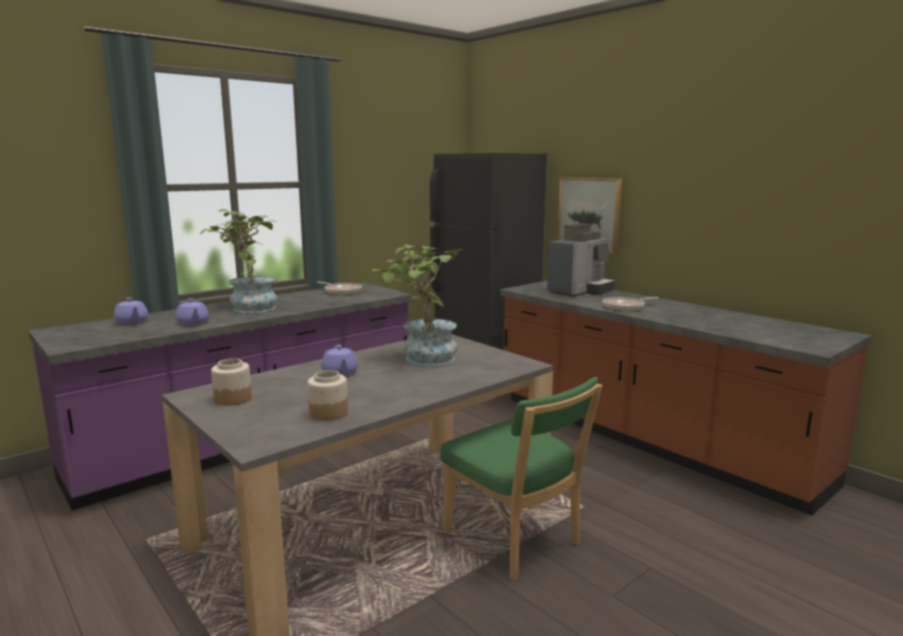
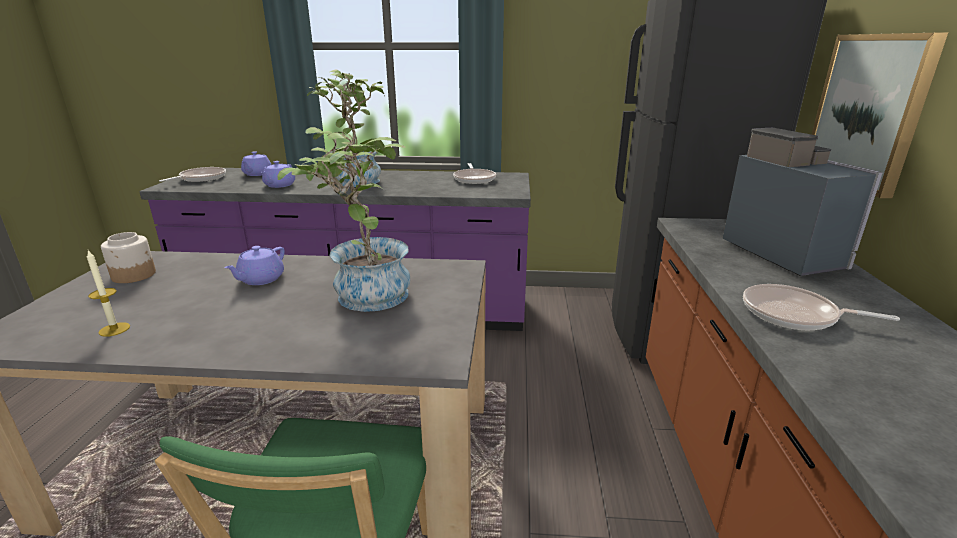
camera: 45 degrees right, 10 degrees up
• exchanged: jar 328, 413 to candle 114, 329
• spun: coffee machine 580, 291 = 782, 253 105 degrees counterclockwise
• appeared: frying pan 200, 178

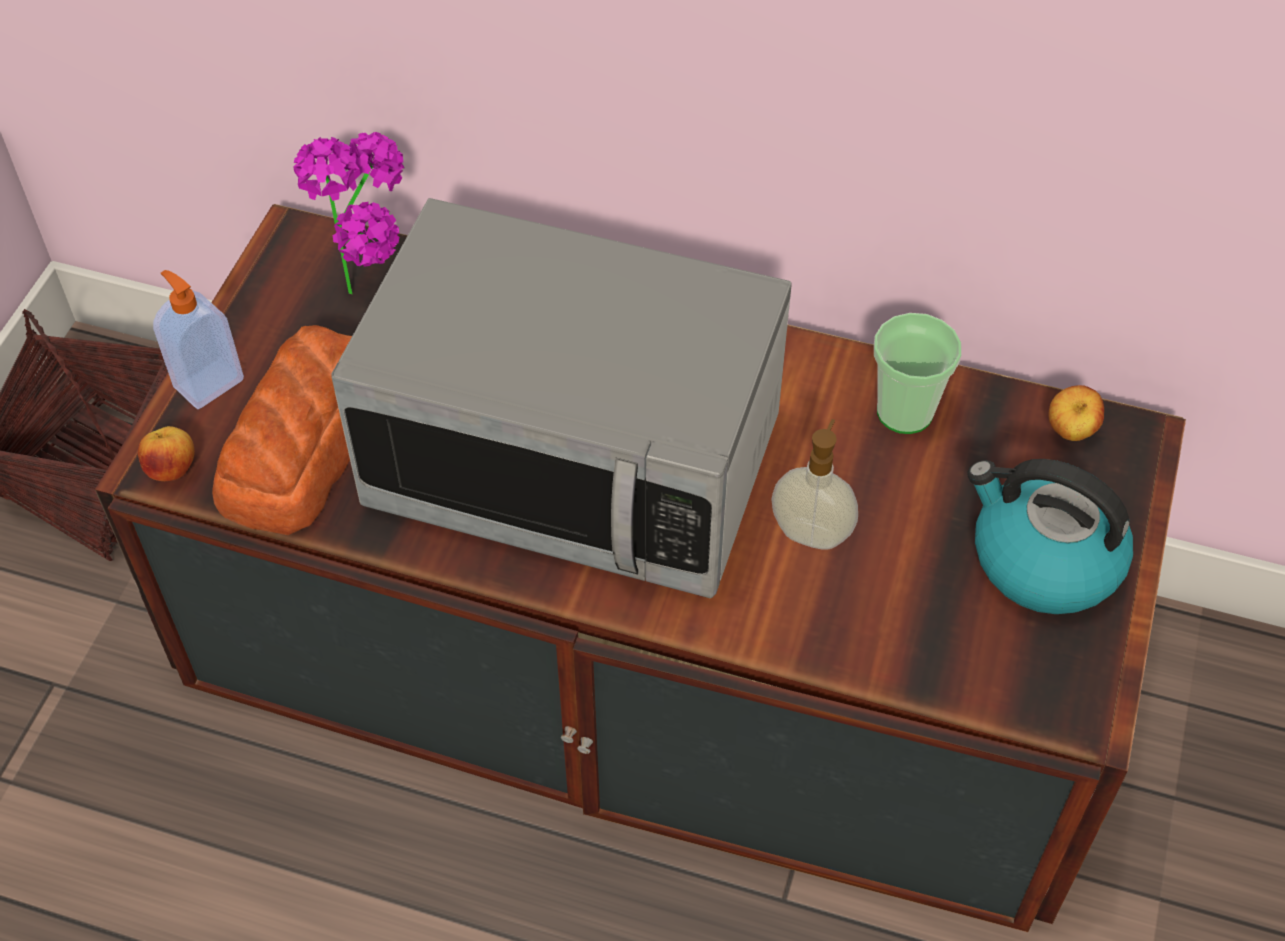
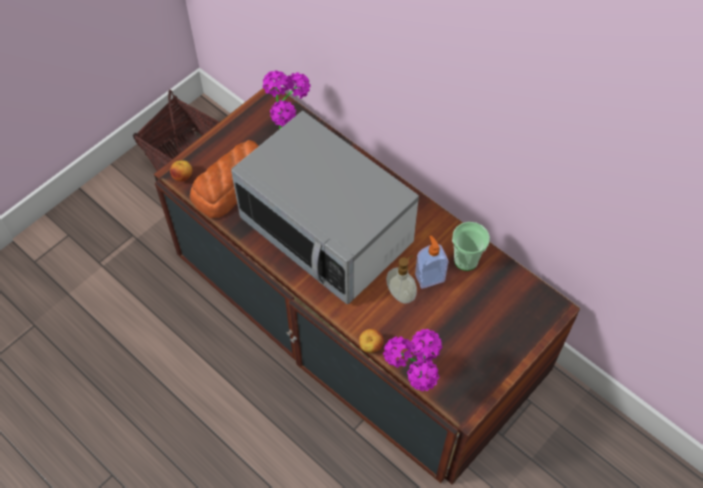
camera: 25 degrees right, 5 degrees up
• relocated: soap dispenser 207, 382 to 429, 277
• missing: kettle 1042, 560
• relocated: apple 1070, 432 to 370, 346
• appeared: potted plant 412, 388

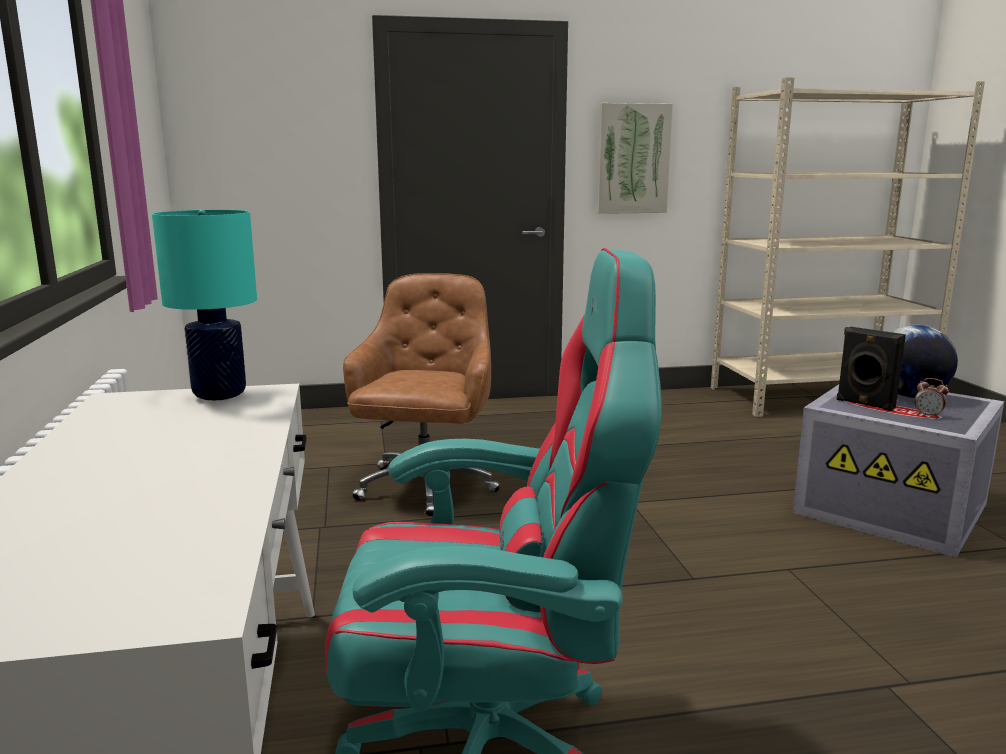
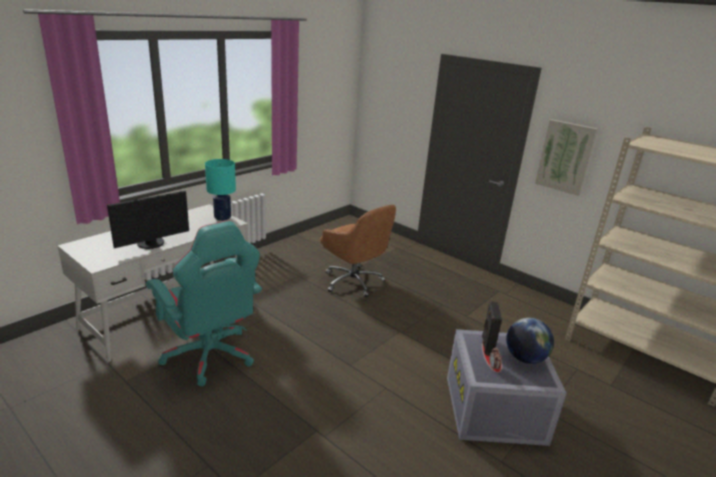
camera: 50 degrees right, 10 degrees up
• spun: office chair (brown) 427, 487 = 352, 282 75 degrees clockwise
• appeared: monitor 152, 244

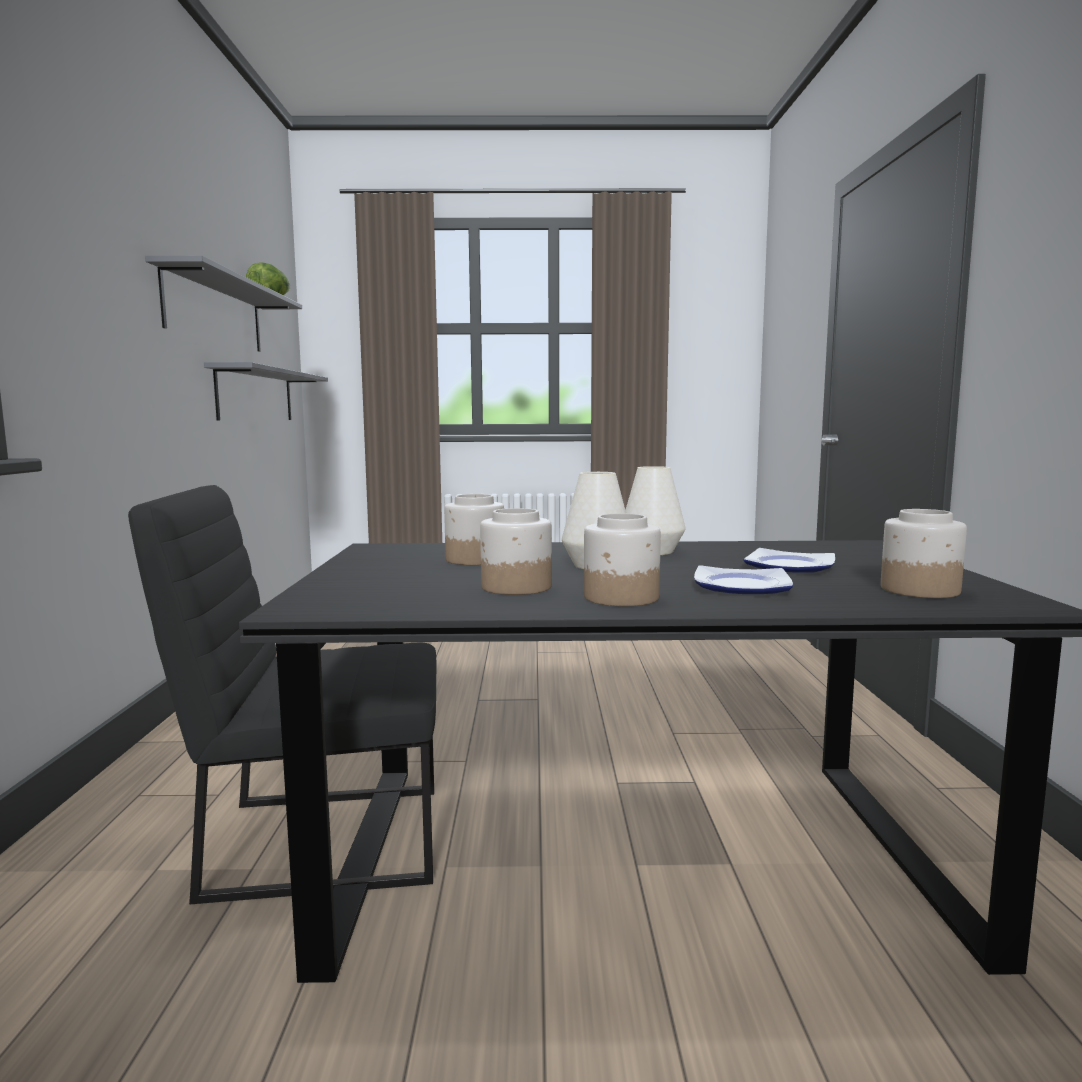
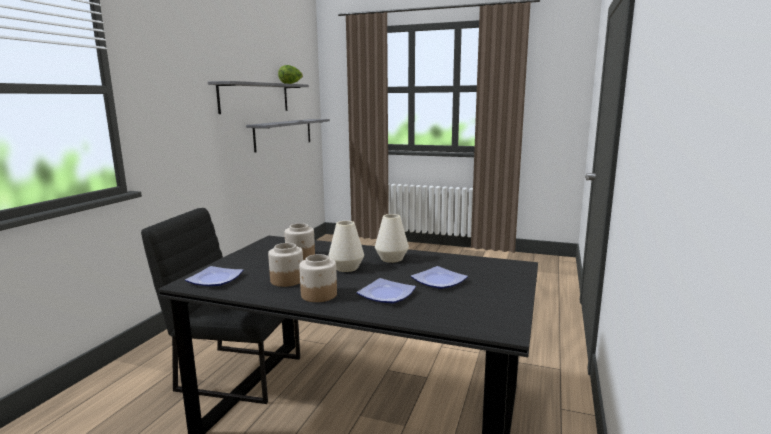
camera: 20 degrees right, 5 degrees up
• missing: jar 918, 590
• appeared: plate 214, 280

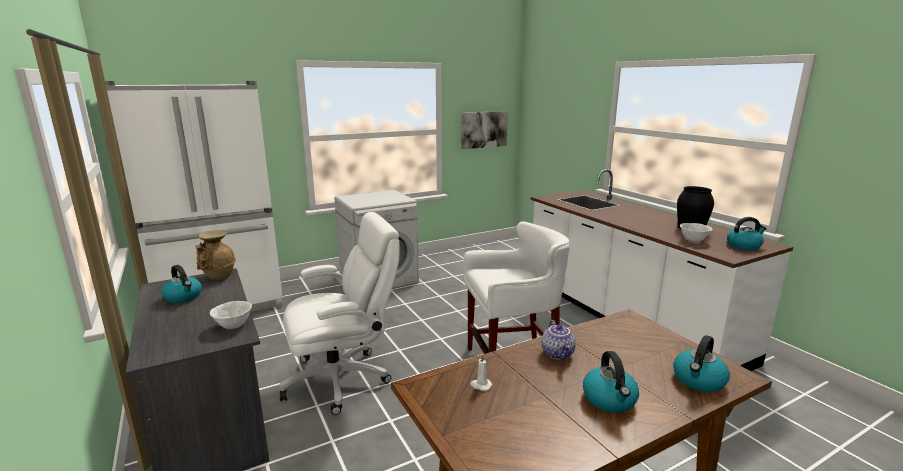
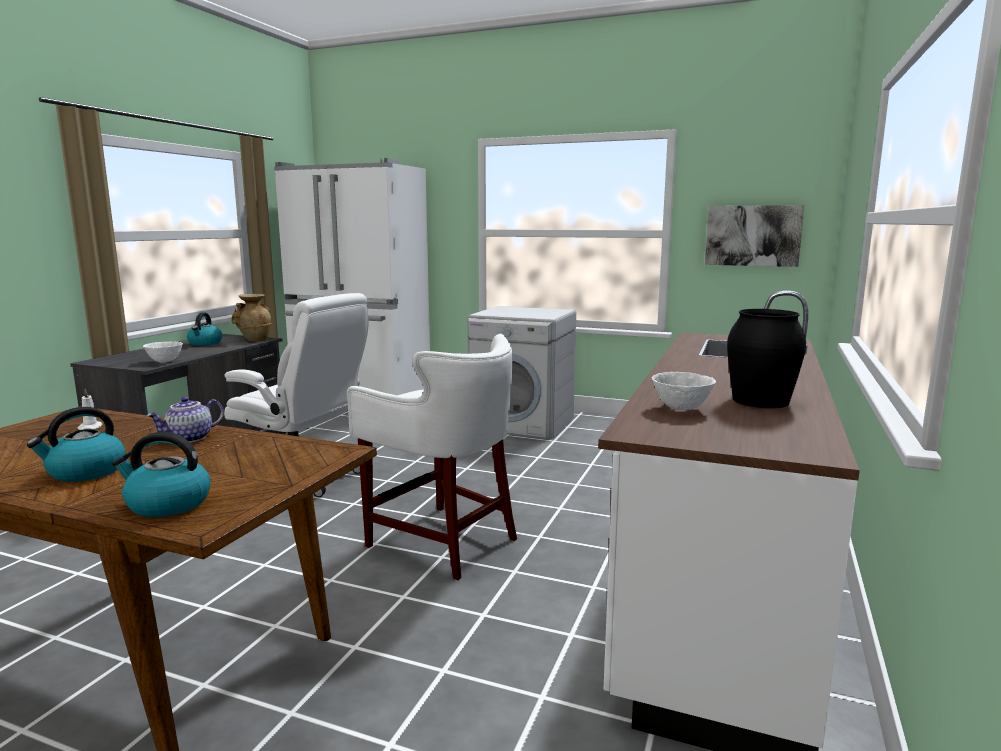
camera: 50 degrees right, 5 degrees down
• missing: kettle 744, 246

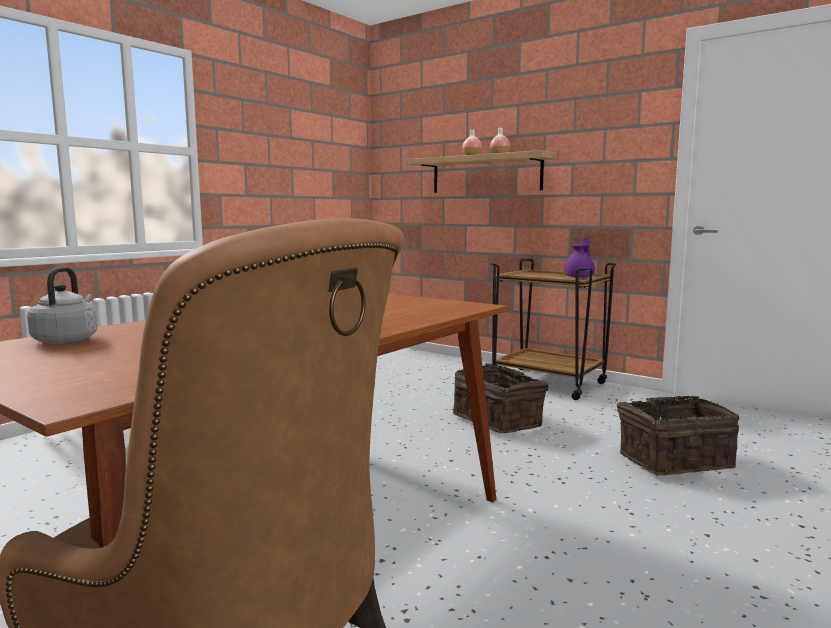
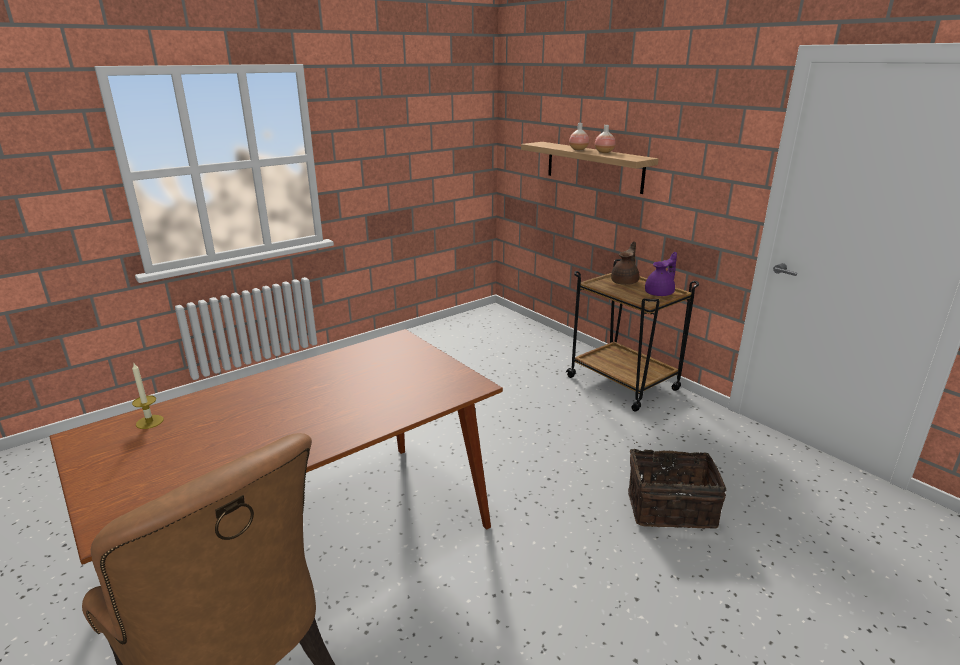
camera: 15 degrees right, 15 degrees up
• exchanged: kettle (grey) 67, 340 to candle 149, 422
• missing: basket 499, 420
• appeared: teapot (brown) 625, 282

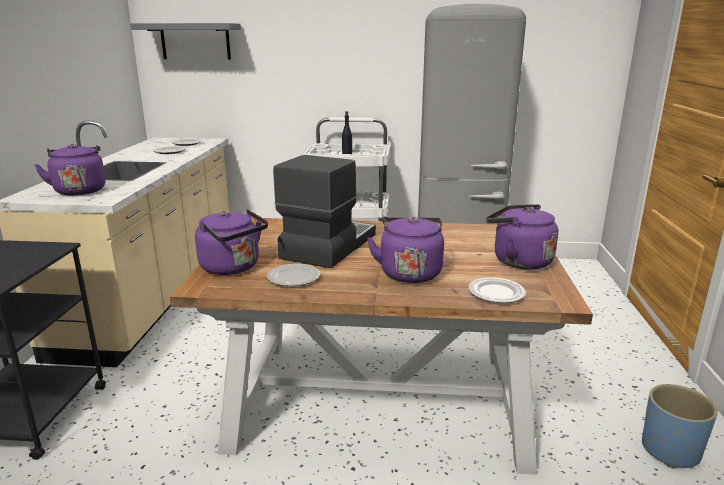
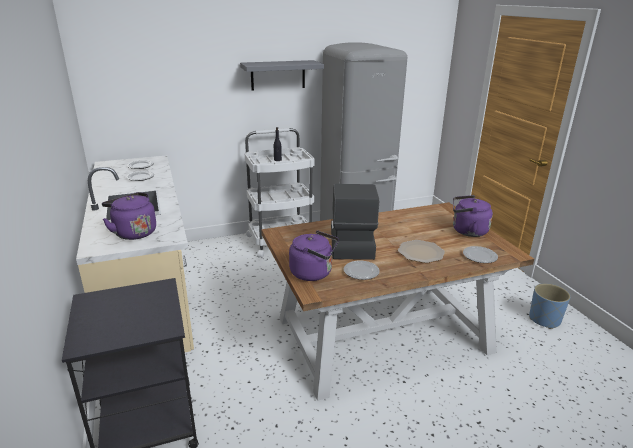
camera: 25 degrees left, 5 degrees up
• relocated: shelf (grey) 195, 41 to 278, 75
• exchanged: kettle (purple) 409, 272 to plate 421, 252

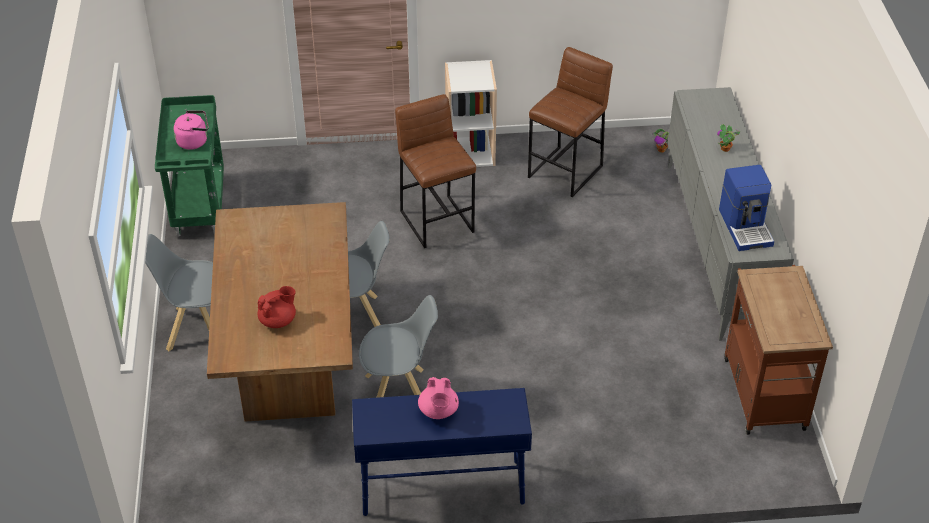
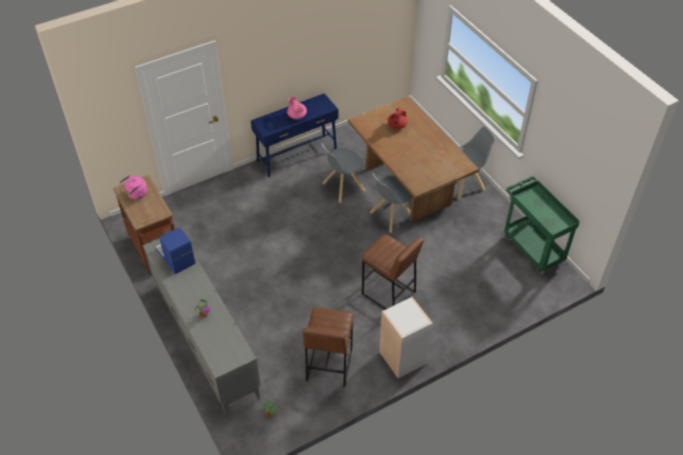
camera: 155 degrees right, 5 degrees up
• relocated: kettle (pink) 194, 141 to 136, 194

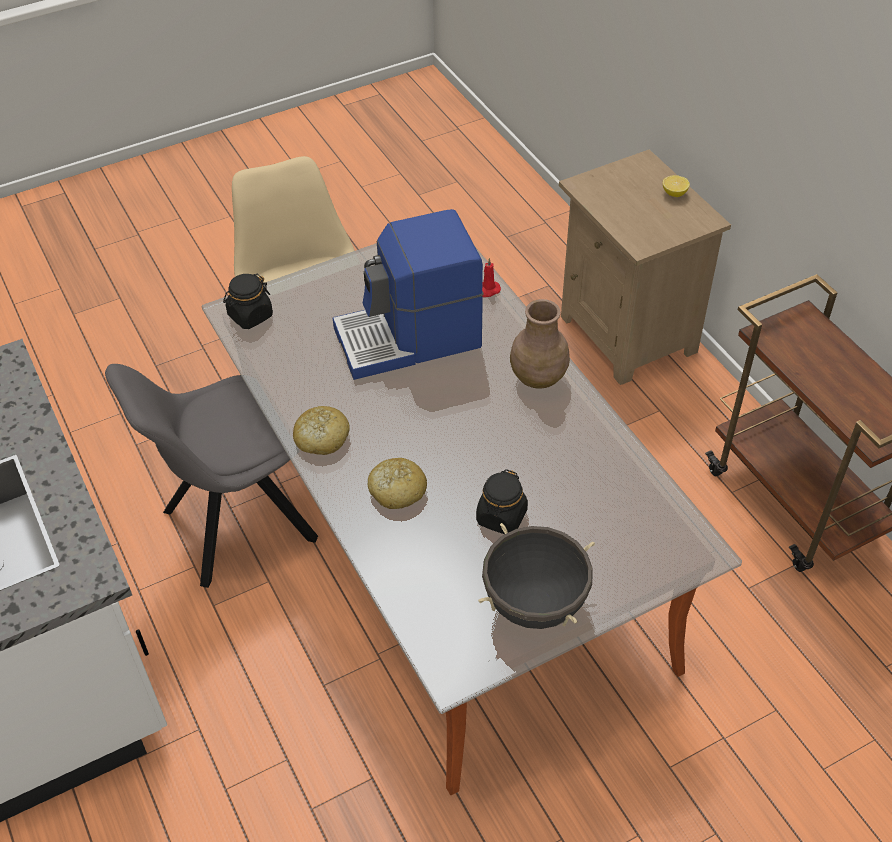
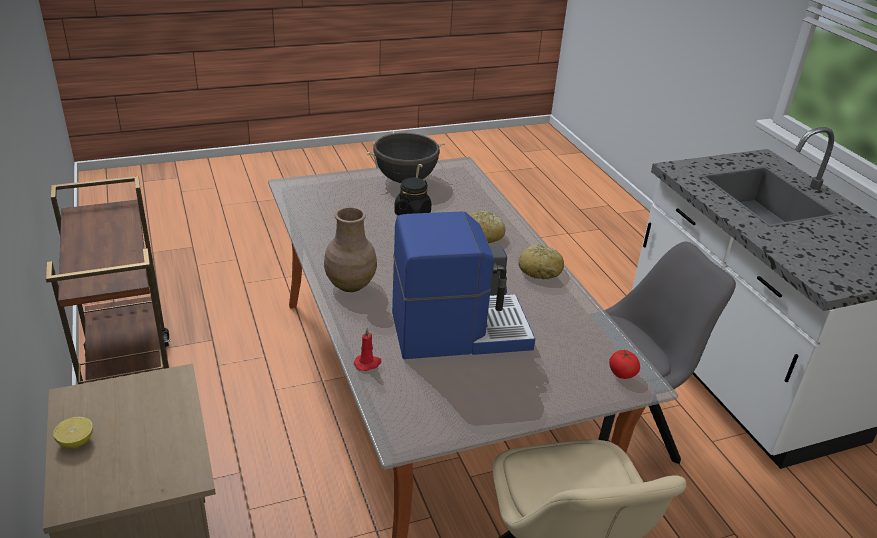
camera: 175 degrees left, 15 degrees down
• exchanged: jar (black) 250, 316 to tomato 621, 374

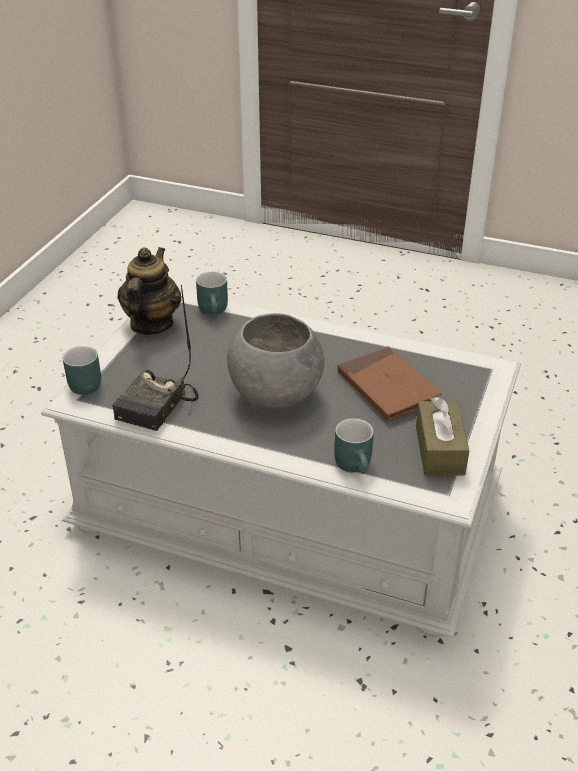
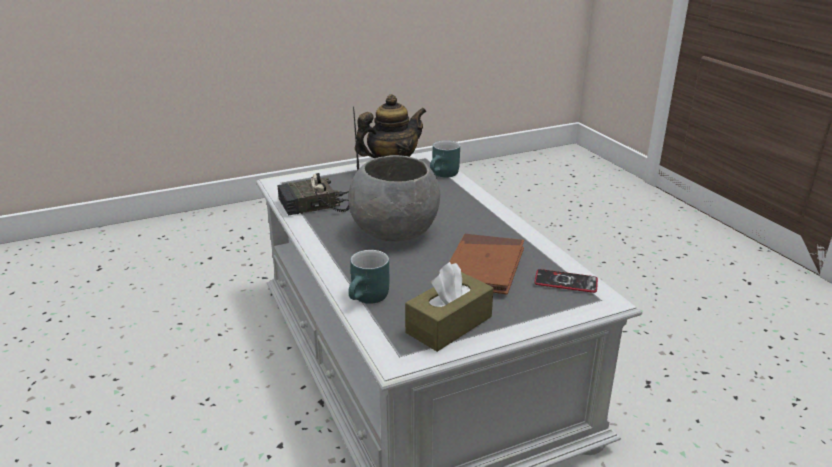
camera: 45 degrees right, 10 degrees down
• missing: mug (turquoise) 85, 382
• appeared: phone 565, 282

